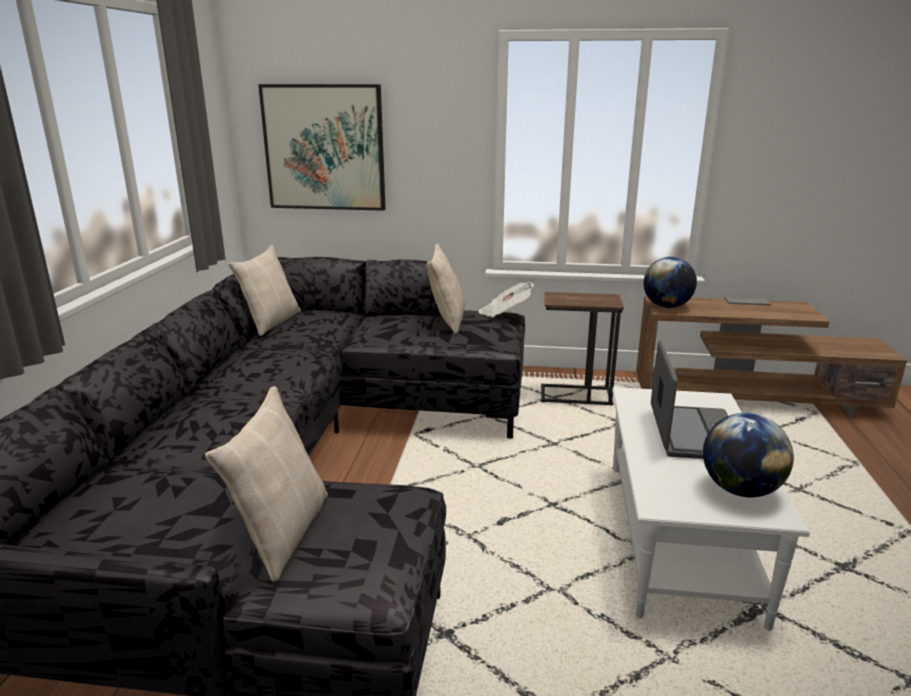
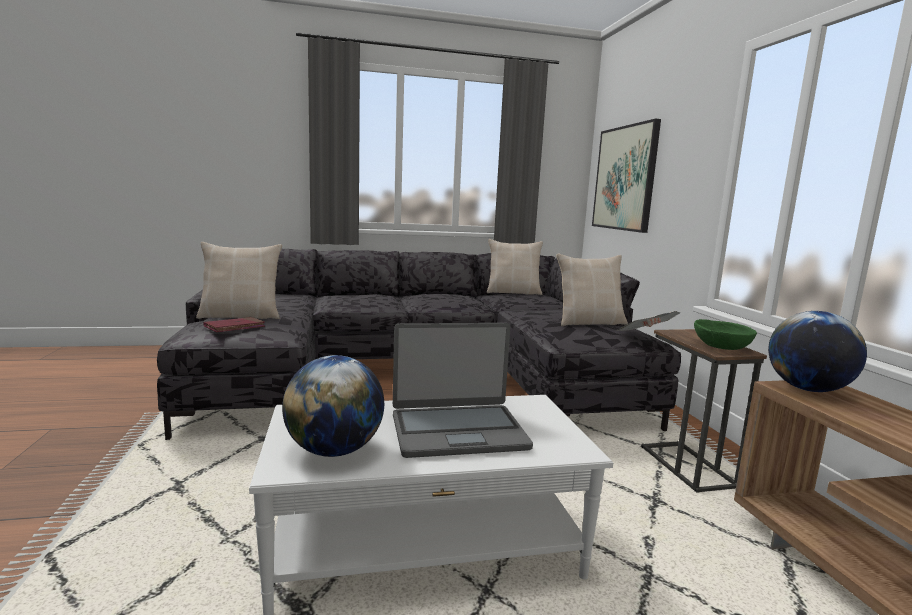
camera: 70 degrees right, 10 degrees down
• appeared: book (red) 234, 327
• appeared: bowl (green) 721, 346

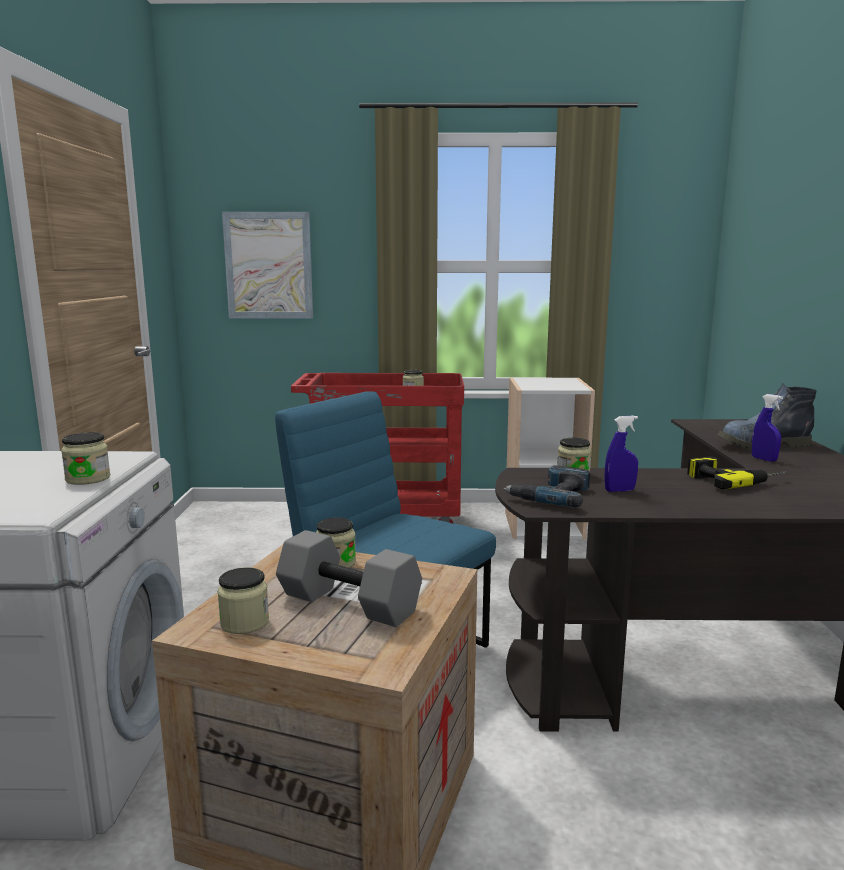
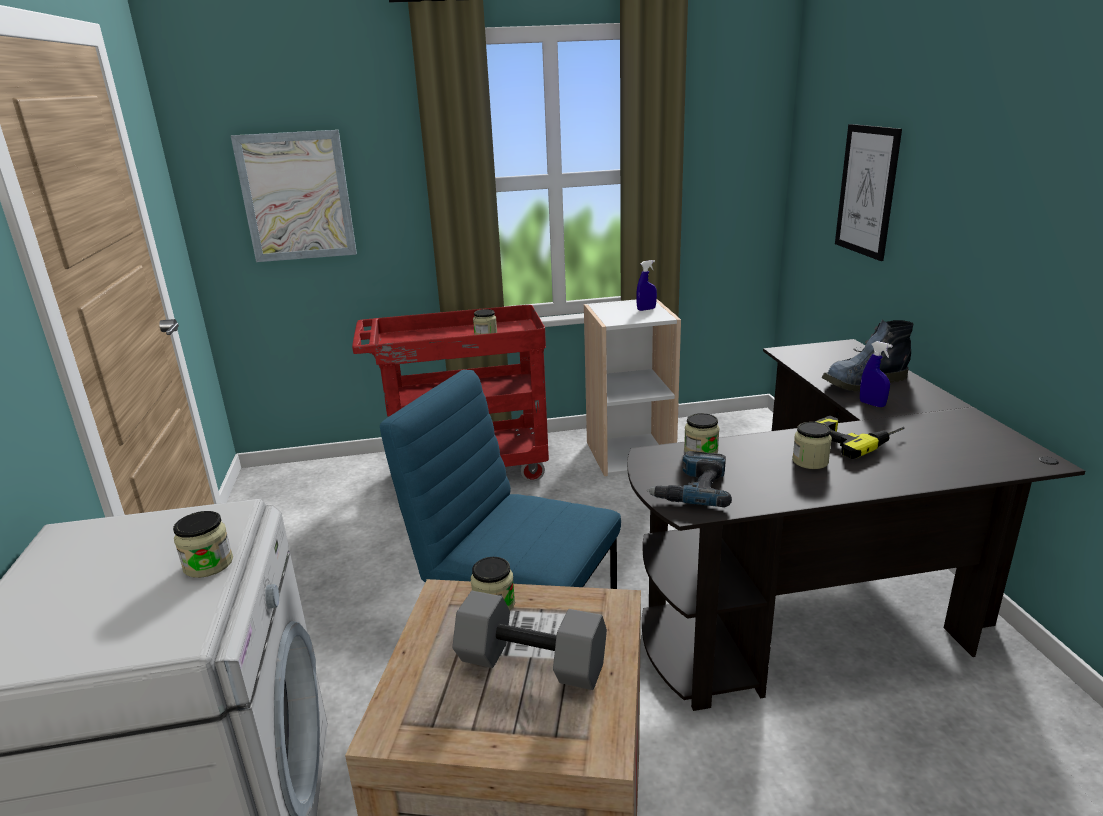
camera: 10 degrees left, 10 degrees up
• relocated: jar 244, 622 to 810, 461
• relocated: spray bottle (blue) 619, 490 to 646, 309
• appeared: picture 866, 191

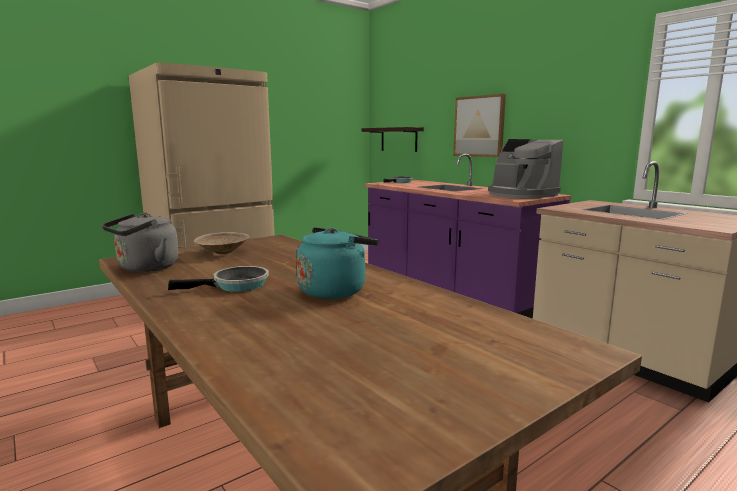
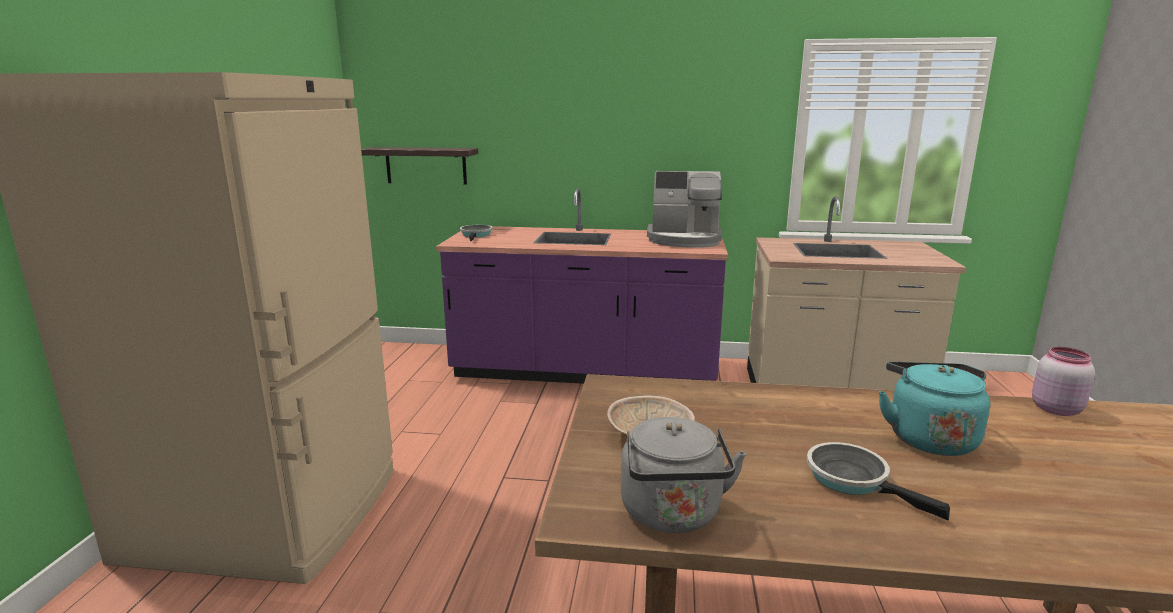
camera: 45 degrees left, 5 degrees up
• spun: frying pan 236, 285 = 853, 480 60 degrees counterclockwise
• missing: picture 479, 126
• appeared: jar (pink) 1054, 409

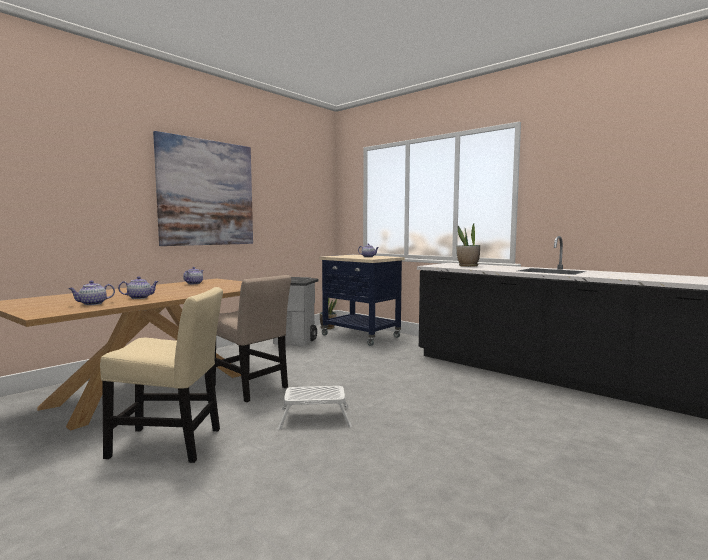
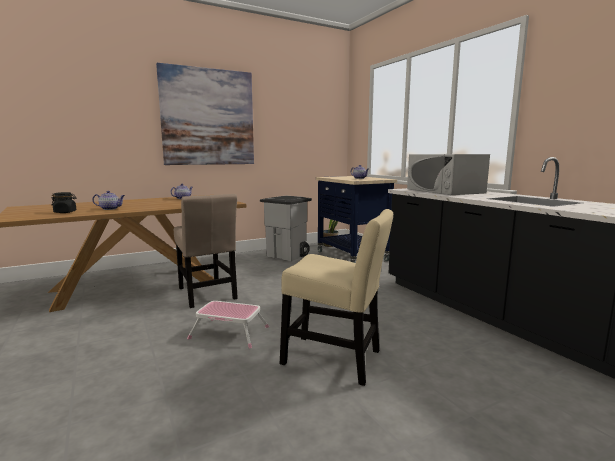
camera: 20 degrees right, 5 degrees up
• exchanged: teapot 92, 304 to jar (black) 65, 212
• relocated: chair (beige) 171, 444 to 336, 359
• colour: step ladder (white) 315, 418 to step ladder (pink) 229, 333
• exchanged: potted plant 468, 266 to microwave (white) 444, 191

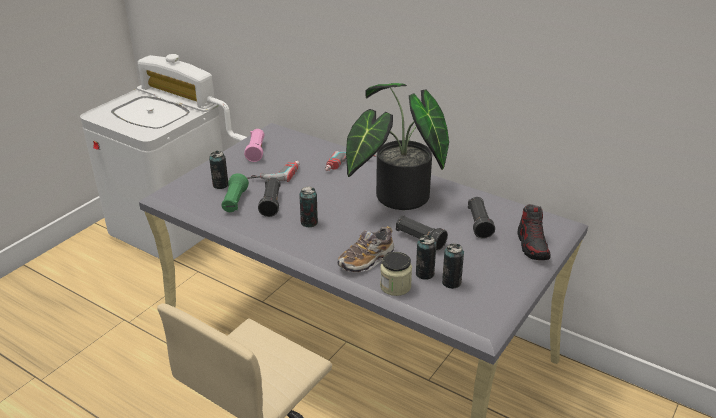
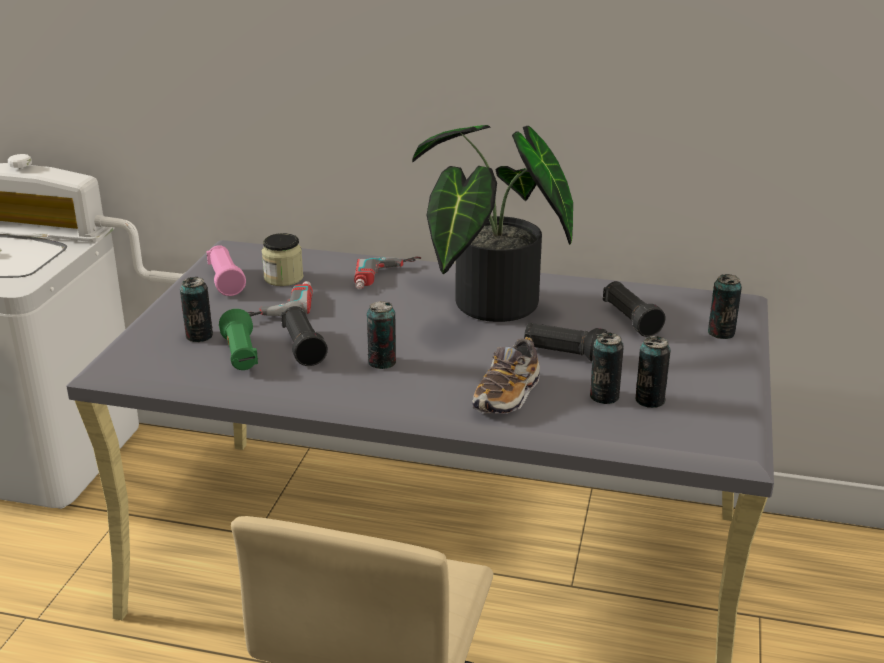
camera: 20 degrees left, 5 degrees down
• relocated: jar 395, 286 to 283, 278
• exchanged: shoe 532, 245 to can 721, 333

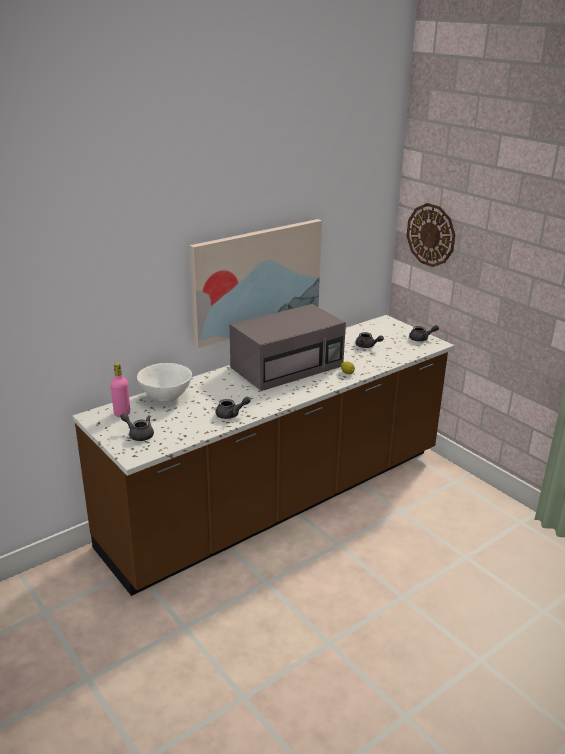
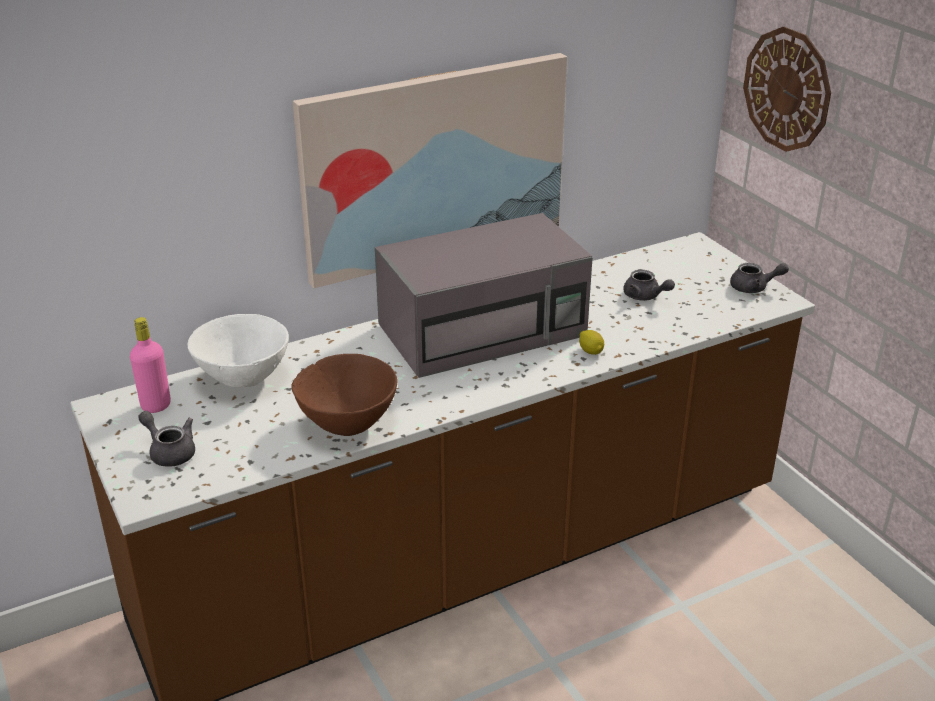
camera: 10 degrees right, 5 degrees up
• exchanged: teapot (grey) 231, 414 to bowl (brown) 348, 424

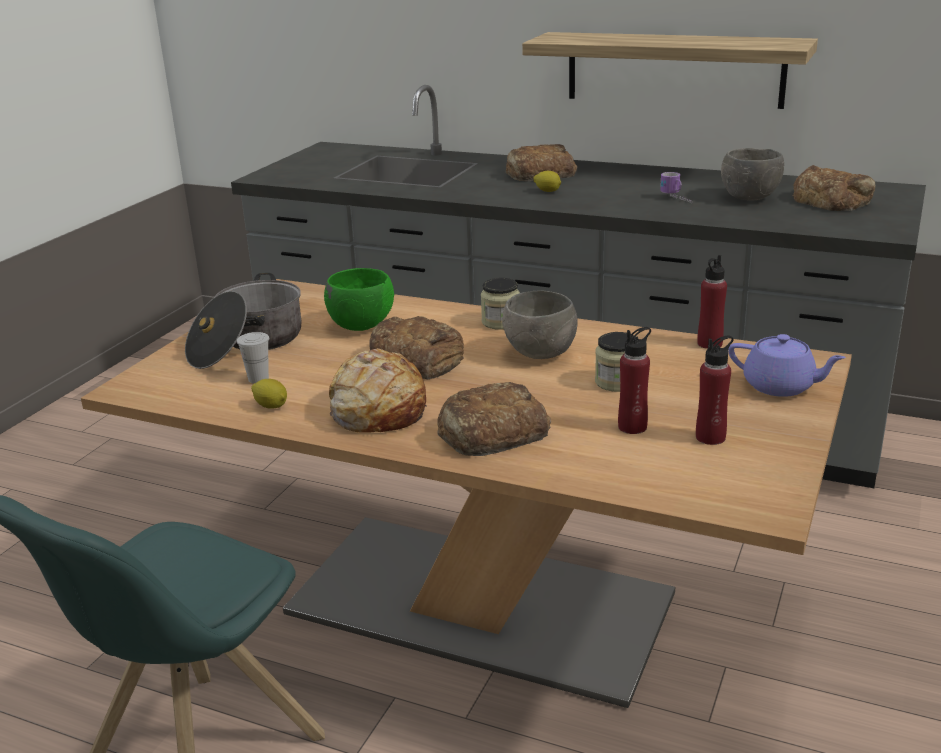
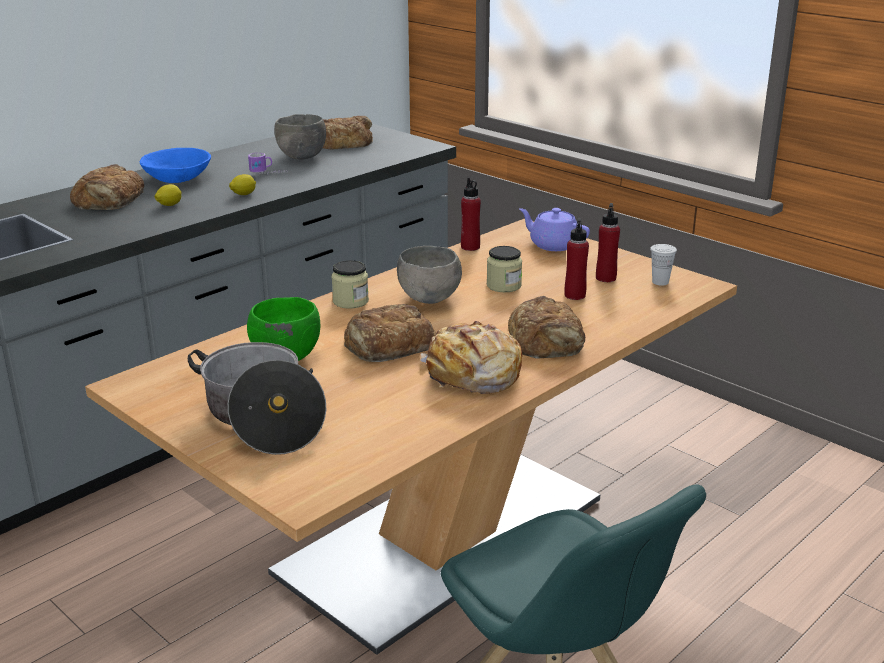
camera: 70 degrees left, 0 degrees up
• relocated: cup (white) 258, 379 to 660, 282
• relocated: lemon 271, 406 to 243, 195
• missing: shelf 674, 69
• spun: teapot (purple) 780, 386 = 553, 245 105 degrees counterclockwise
• appeared: bowl (blue) 177, 178

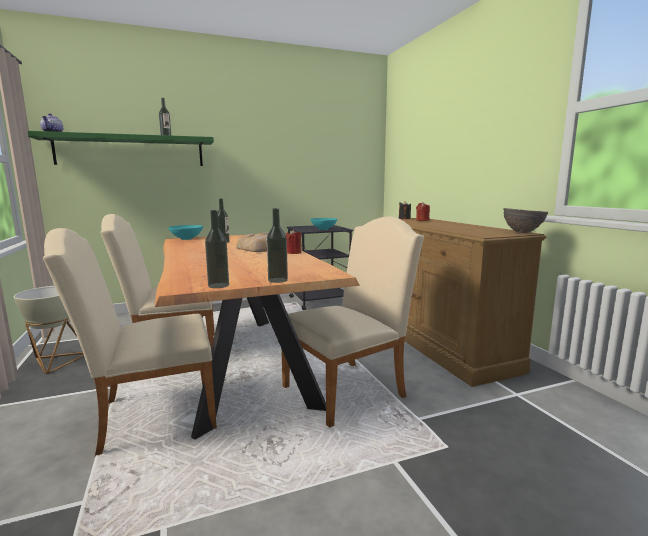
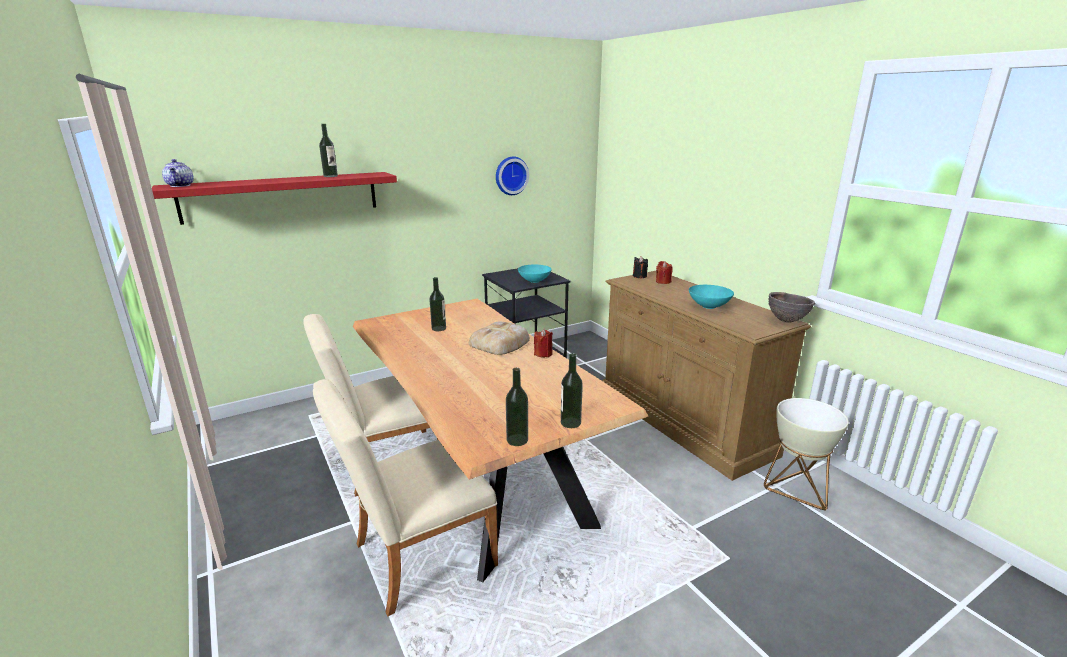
camera: 10 degrees left, 10 degrees up
• relocated: planter 58, 361 to 795, 489
• colour: shelf (green) 131, 151 to shelf (red) 282, 196
• relocated: bowl (turquoise) 187, 239 to 709, 306
• missing: chair (beige) 350, 389
• appeared: wall clock 510, 175

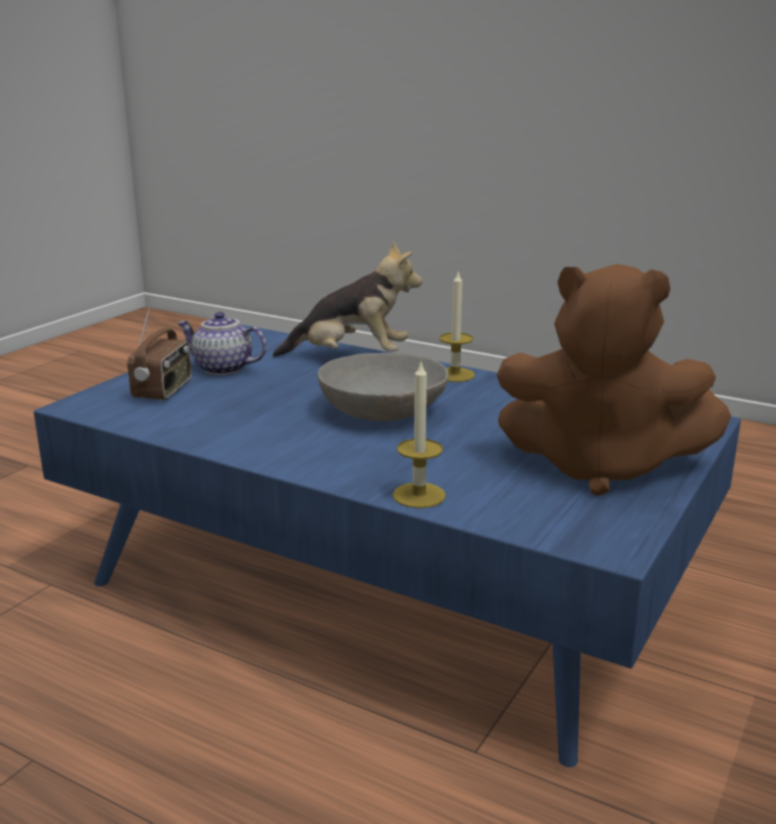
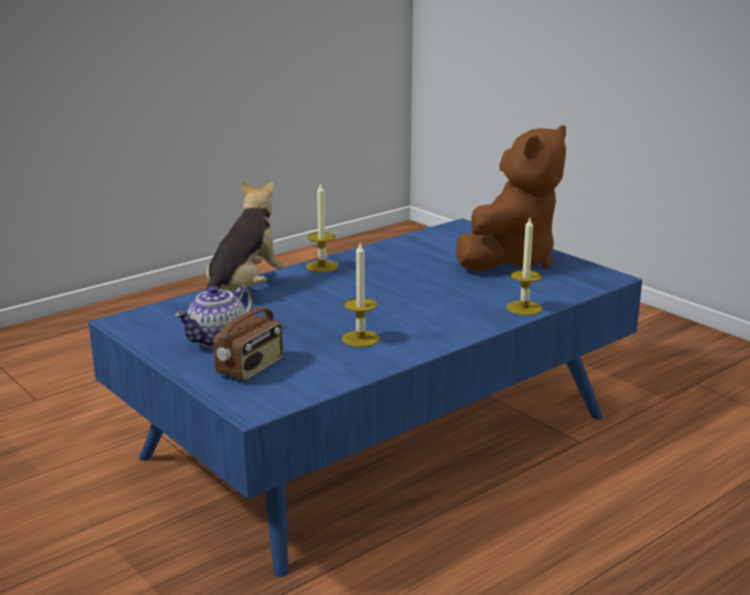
camera: 70 degrees left, 0 degrees up
• spun: radio 163, 390 = 251, 368 90 degrees clockwise
• missing: bowl (grey) 383, 411
• appeared: candle 360, 339

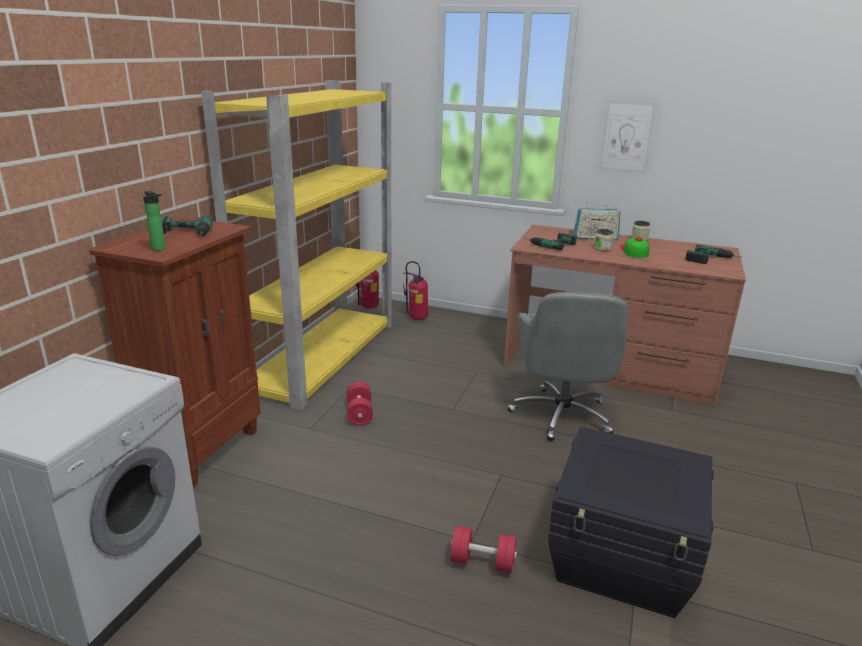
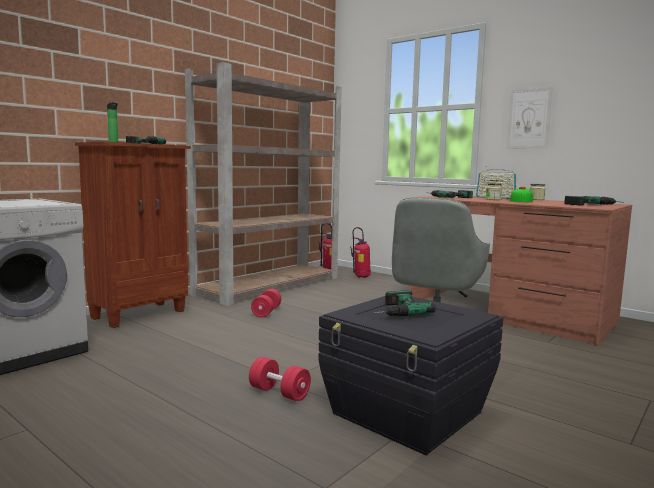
camera: 20 degrees right, 15 degrees down
• colour: bookcase (yellow) 322, 356 to bookcase (brown) 269, 286
• appeared: power drill 394, 310

